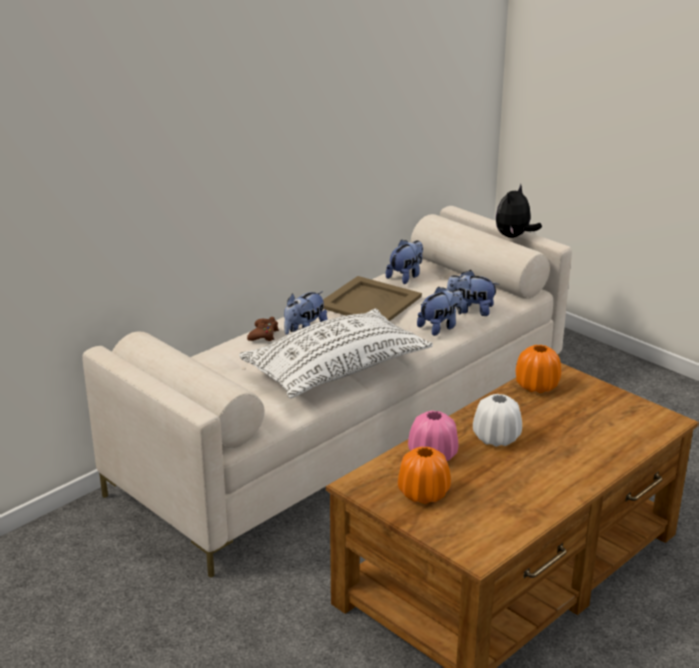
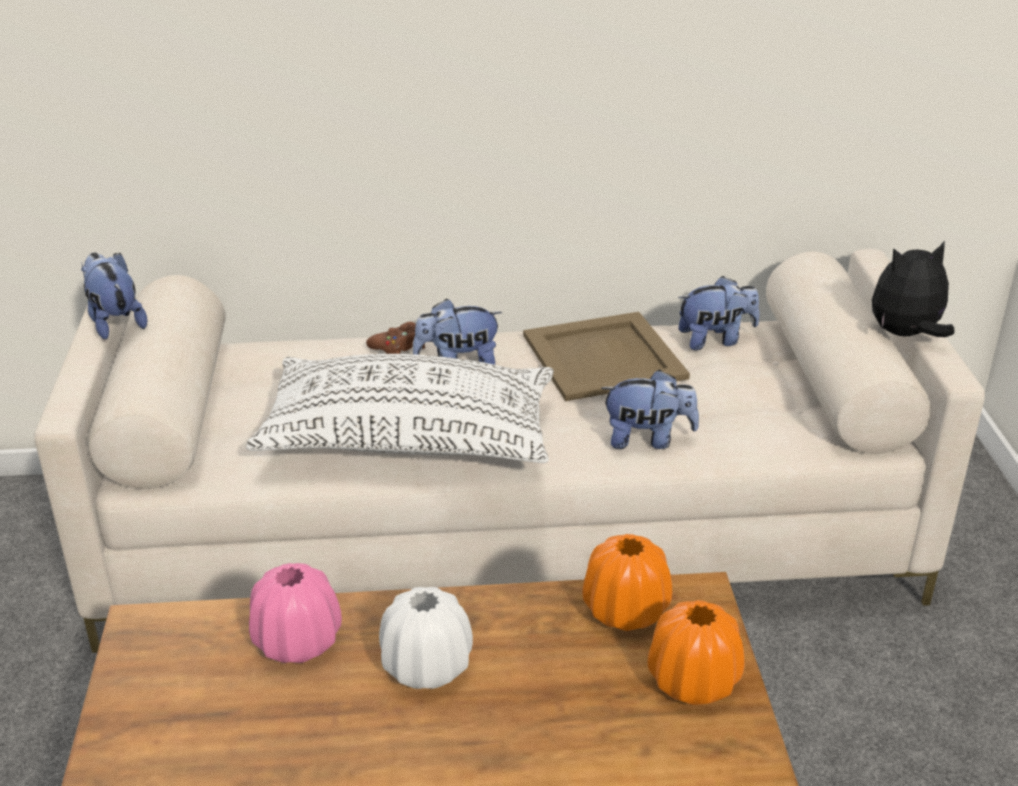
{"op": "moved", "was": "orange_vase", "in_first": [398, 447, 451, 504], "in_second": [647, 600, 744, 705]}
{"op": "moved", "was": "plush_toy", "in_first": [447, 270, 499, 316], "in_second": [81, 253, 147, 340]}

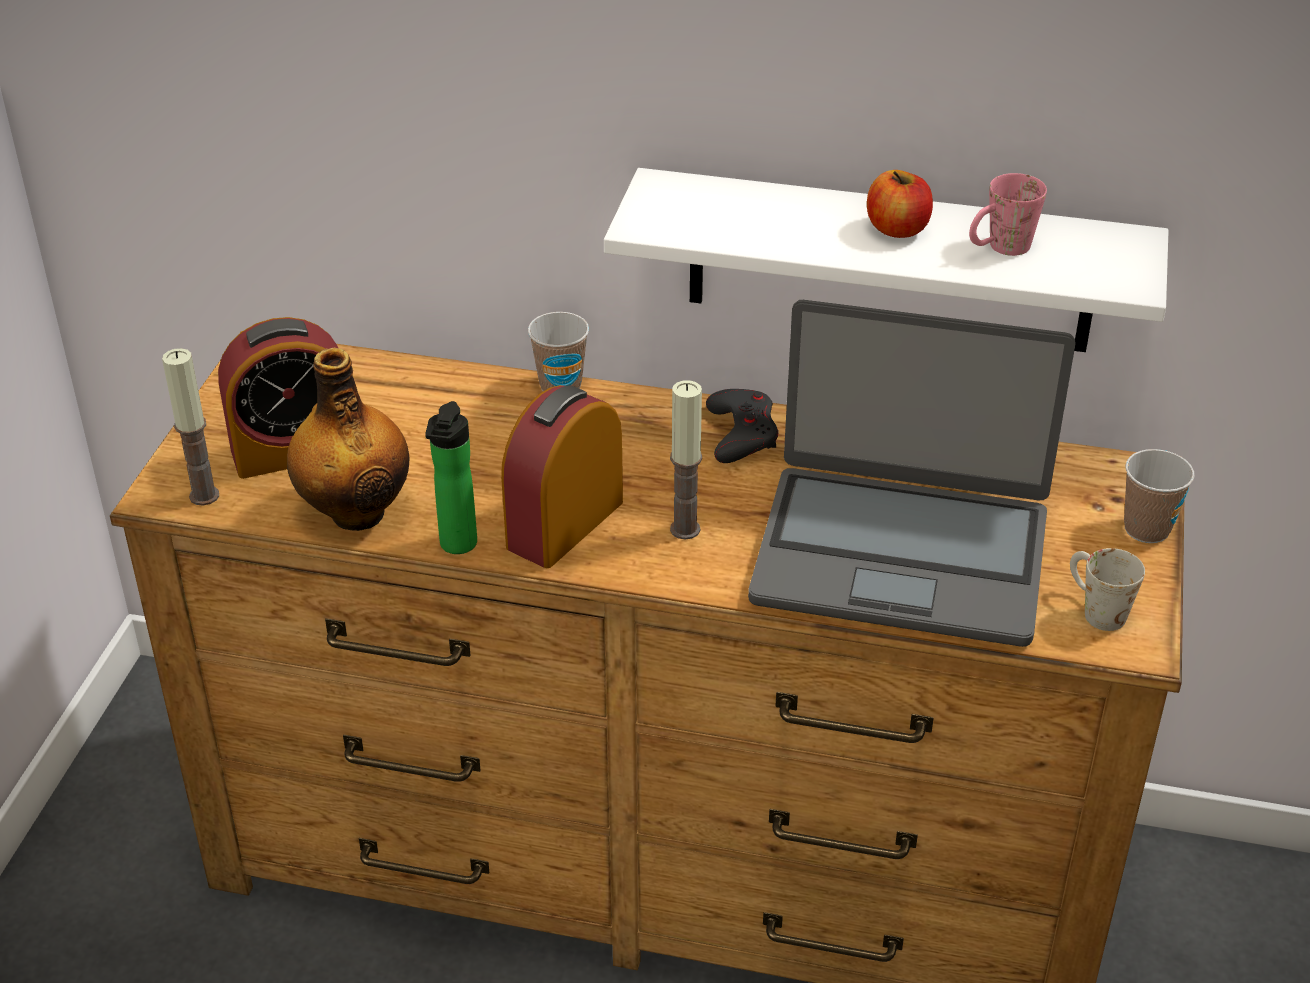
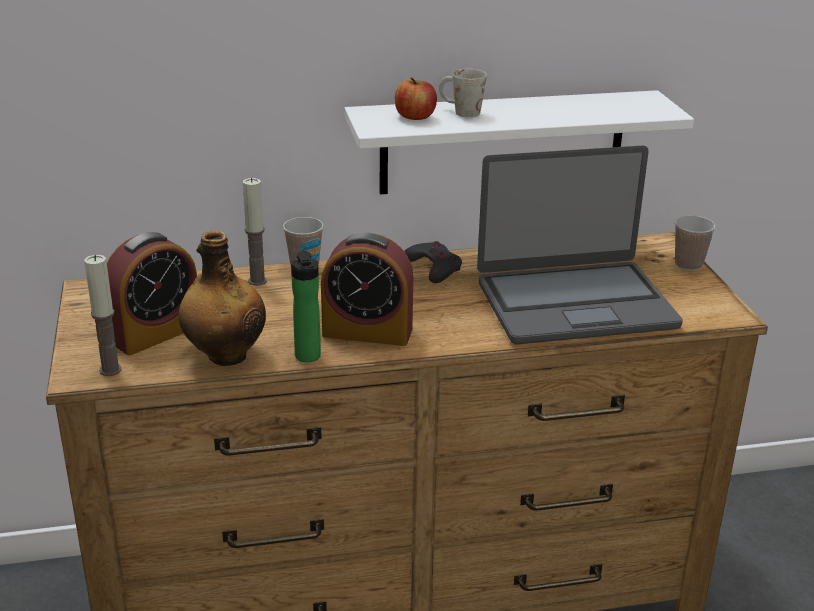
{"op": "turned", "was": "alarm_clock", "in_first": [501, 385, 623, 568], "in_second": [321, 233, 413, 346], "clockwise": -90}
{"op": "moved", "was": "candle", "in_first": [670, 380, 702, 540], "in_second": [243, 178, 267, 286]}
{"op": "moved", "was": "apple", "in_first": [867, 170, 933, 238], "in_second": [395, 78, 437, 120]}
{"op": "removed", "was": "pink_mug", "in_first": [969, 173, 1047, 256]}
{"op": "moved", "was": "white_mug", "in_first": [1070, 548, 1145, 631], "in_second": [439, 69, 487, 117]}

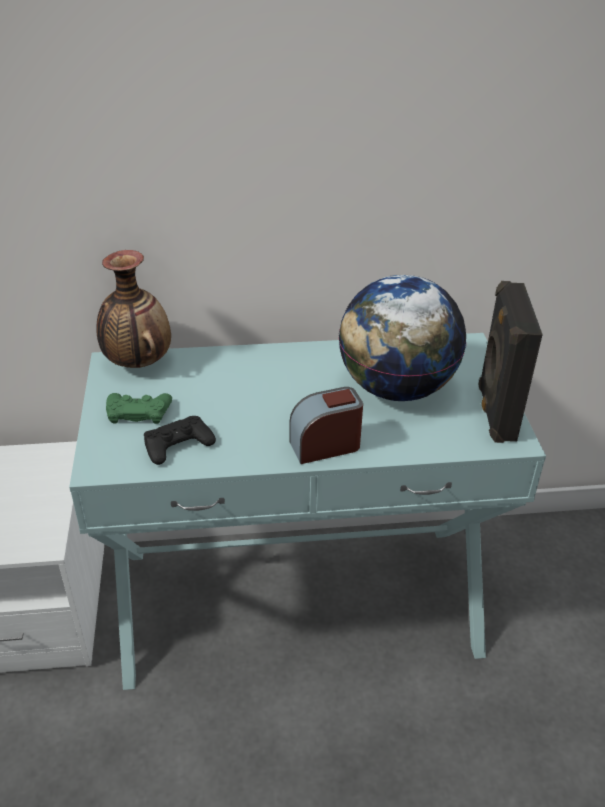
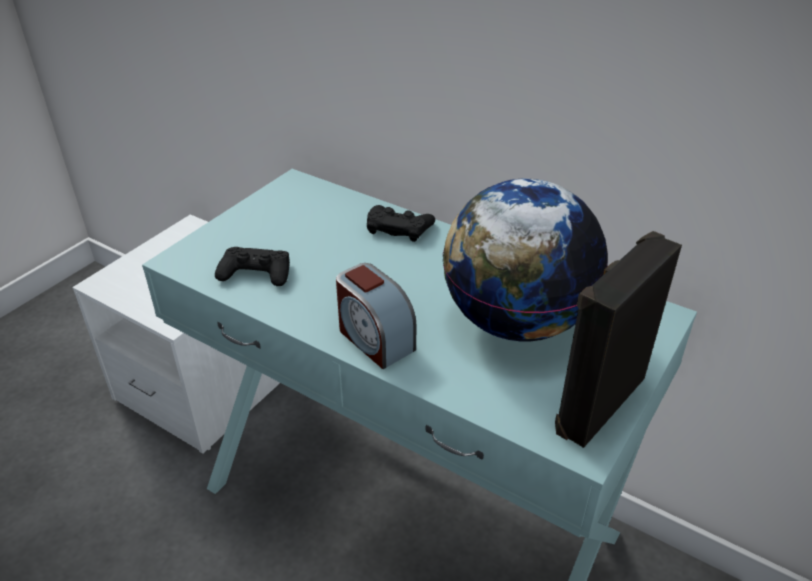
{"op": "removed", "was": "vase", "in_first": [97, 250, 171, 368]}
{"op": "removed", "was": "green_game_controller", "in_first": [106, 393, 172, 424]}
{"op": "turned", "was": "alarm_clock", "in_first": [290, 387, 363, 464], "in_second": [336, 263, 416, 369], "clockwise": -150}
{"op": "added", "now": "black_game_controller", "in_second": [367, 205, 435, 242]}

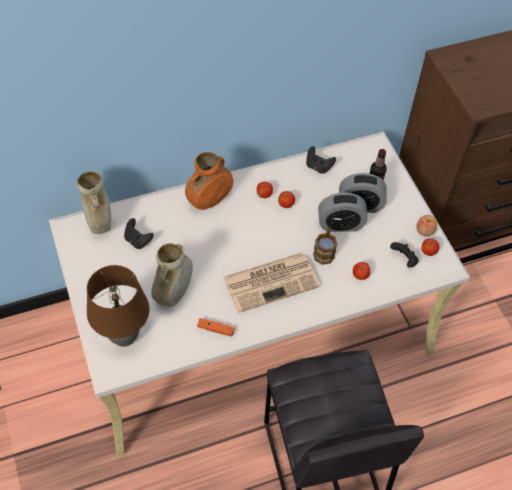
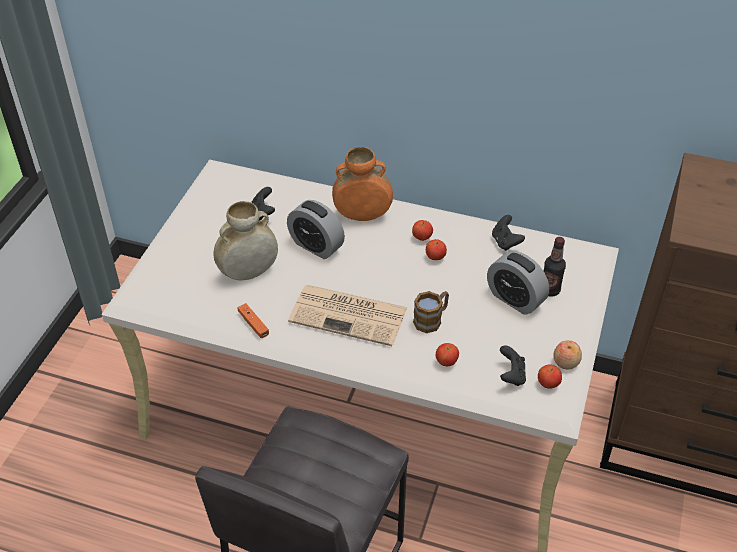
{"op": "removed", "was": "beige_vase", "in_first": [77, 171, 111, 234]}
{"op": "removed", "was": "brown_table_lamp", "in_first": [87, 265, 150, 347]}
{"op": "moved", "was": "alarm_clock", "in_first": [318, 193, 368, 232], "in_second": [287, 200, 345, 259]}

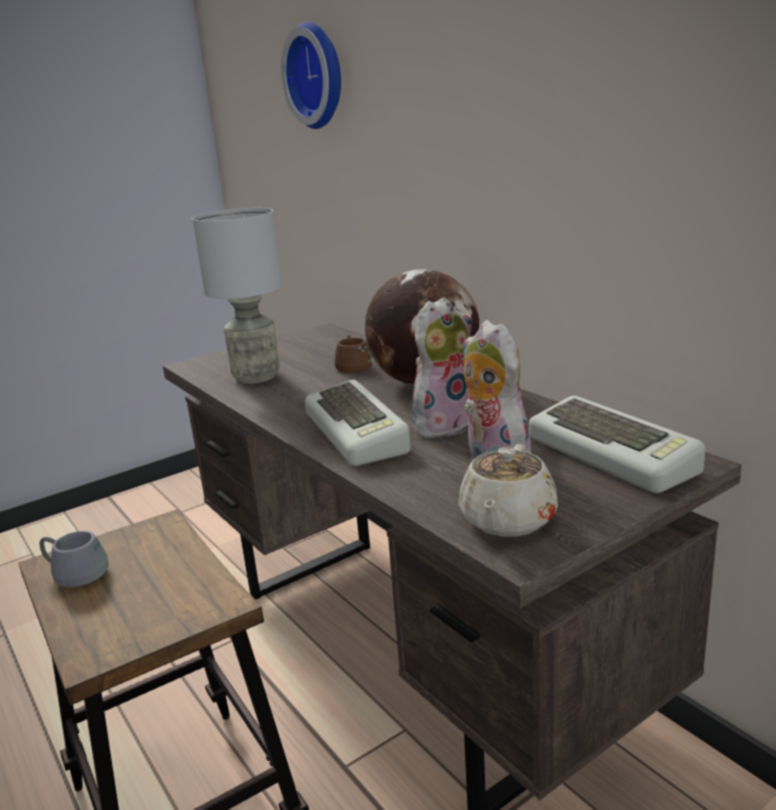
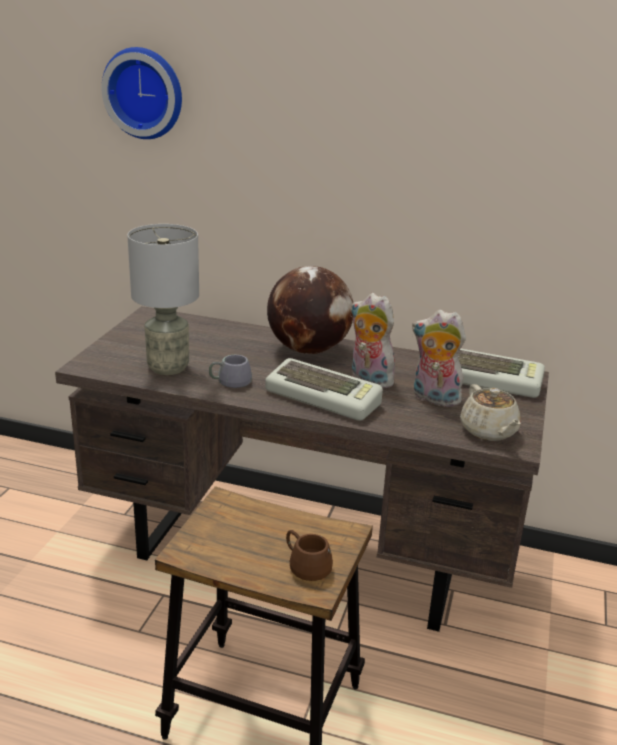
{"op": "moved", "was": "grey_mug", "in_first": [39, 531, 109, 587], "in_second": [209, 355, 252, 388]}
{"op": "moved", "was": "brown_mug", "in_first": [335, 334, 375, 373], "in_second": [286, 530, 333, 581]}
{"op": "turned", "was": "plush_toy", "in_first": [412, 297, 472, 440], "in_second": [351, 293, 395, 388], "clockwise": -60}

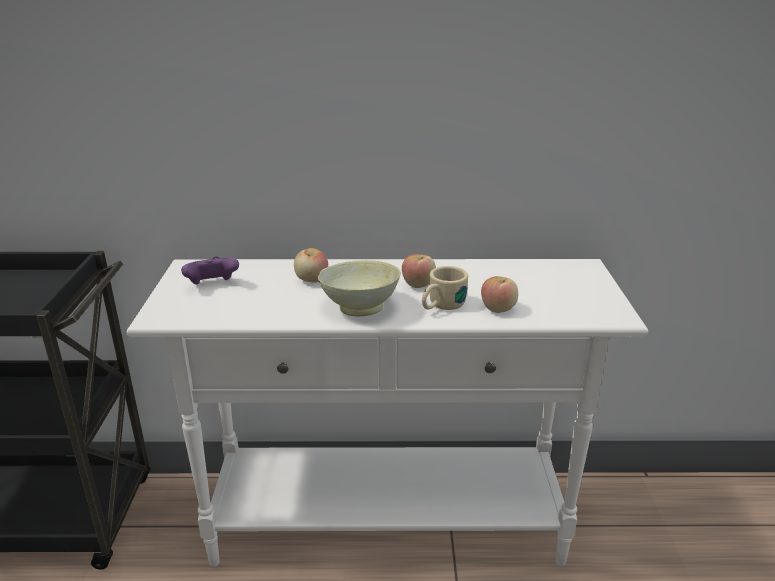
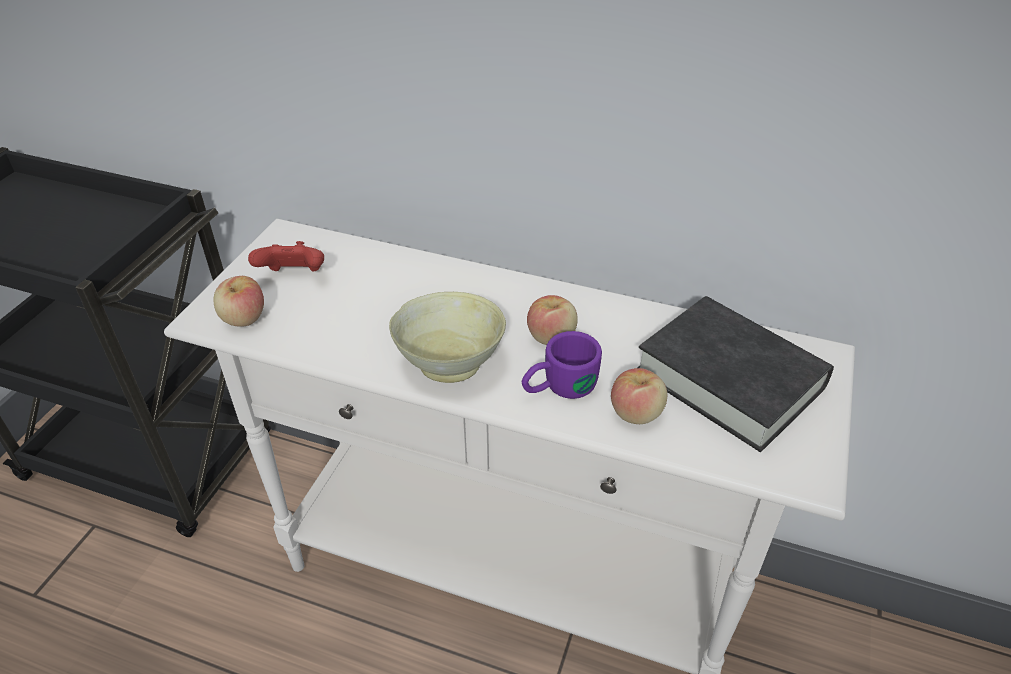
{"op": "recoloured", "was": "purple_game_controller", "now": "red_game_controller", "in_first": [181, 256, 239, 284], "in_second": [248, 241, 324, 272]}
{"op": "moved", "was": "apple", "in_first": [294, 248, 328, 283], "in_second": [214, 276, 264, 327]}
{"op": "recoloured", "was": "beige_mug", "now": "purple_mug", "in_first": [422, 266, 468, 310], "in_second": [522, 331, 602, 399]}
{"op": "added", "now": "black_book", "in_second": [637, 296, 834, 452]}

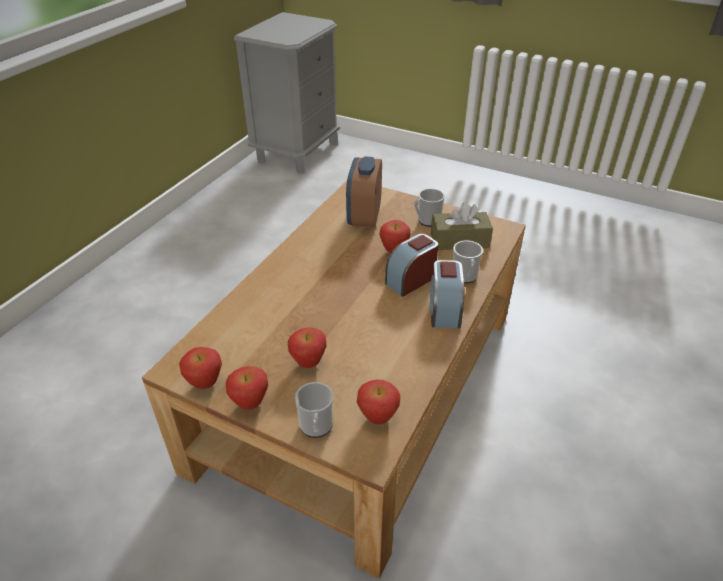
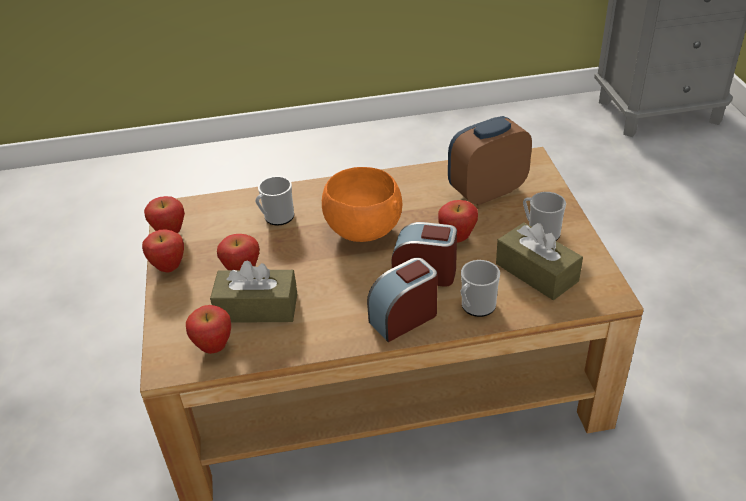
{"op": "moved", "was": "mug", "in_first": [295, 382, 333, 438], "in_second": [255, 176, 294, 226]}
{"op": "added", "now": "brown_tissue_box", "in_second": [210, 261, 297, 323]}
{"op": "added", "now": "orange_bowl", "in_second": [322, 167, 402, 242]}

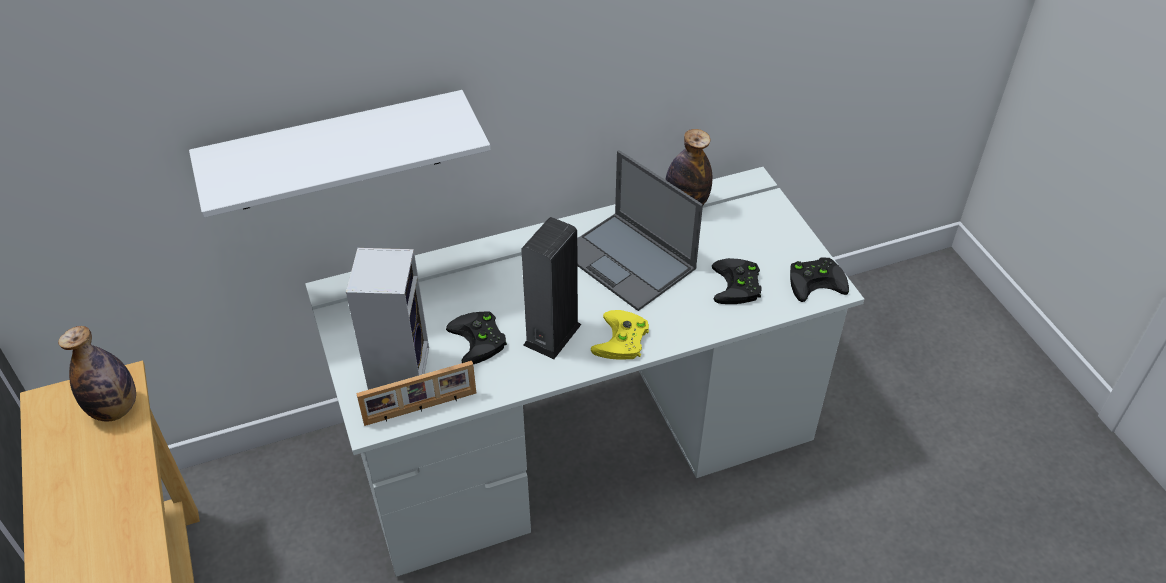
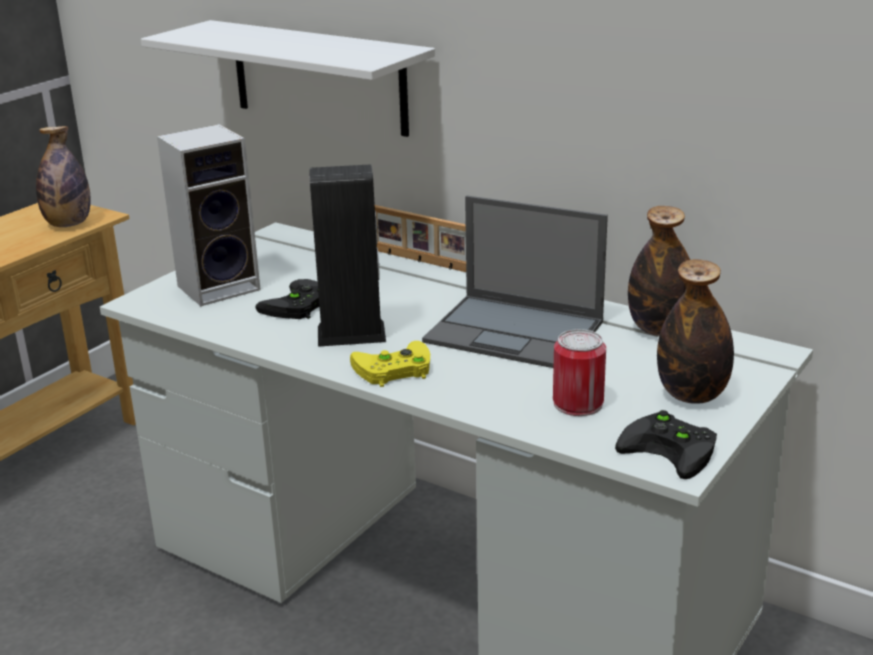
{"op": "moved", "was": "picture_frame", "in_first": [356, 361, 476, 426], "in_second": [375, 205, 466, 272]}
{"op": "turned", "was": "laptop", "in_first": [577, 150, 703, 311], "in_second": [422, 195, 608, 368], "clockwise": -75}
{"op": "replaced", "was": "black_game_controller", "now": "can", "in_first": [711, 258, 762, 304], "in_second": [553, 329, 606, 416]}
{"op": "added", "now": "bottle", "in_second": [657, 259, 734, 404]}

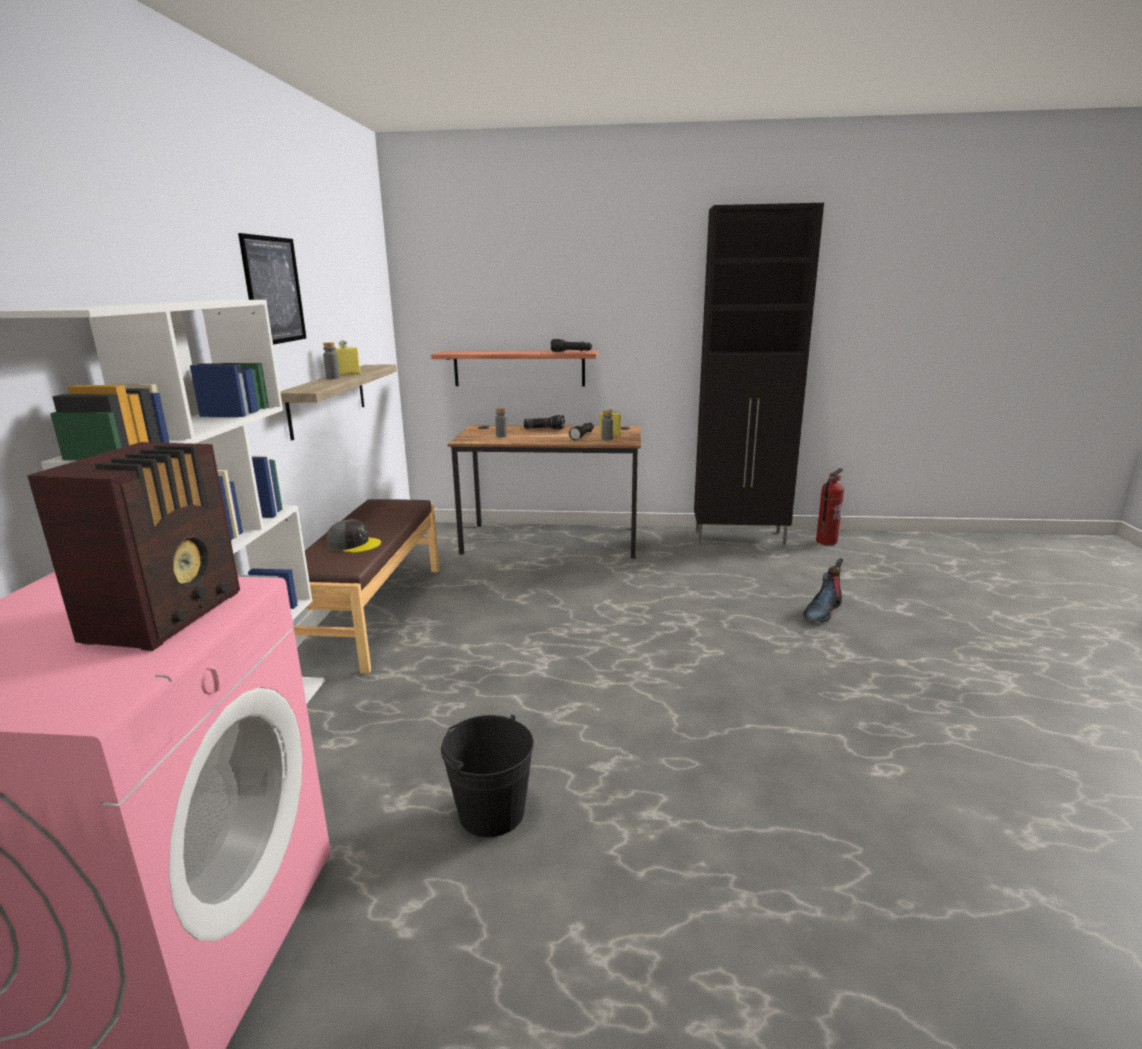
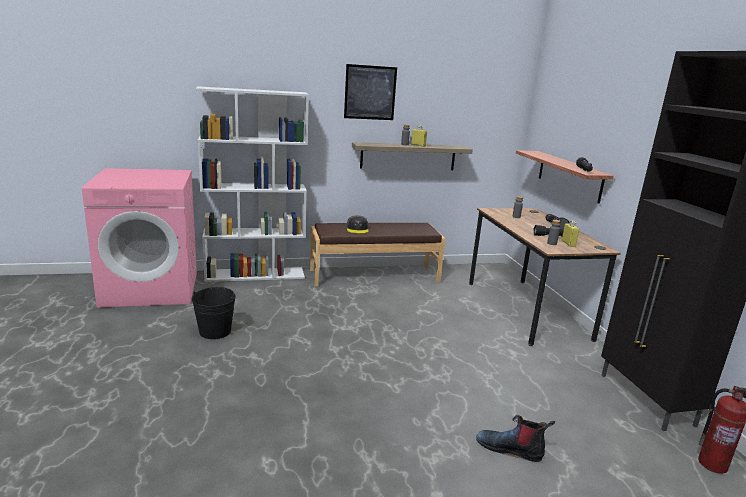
{"op": "removed", "was": "radio", "in_first": [27, 442, 240, 651]}

